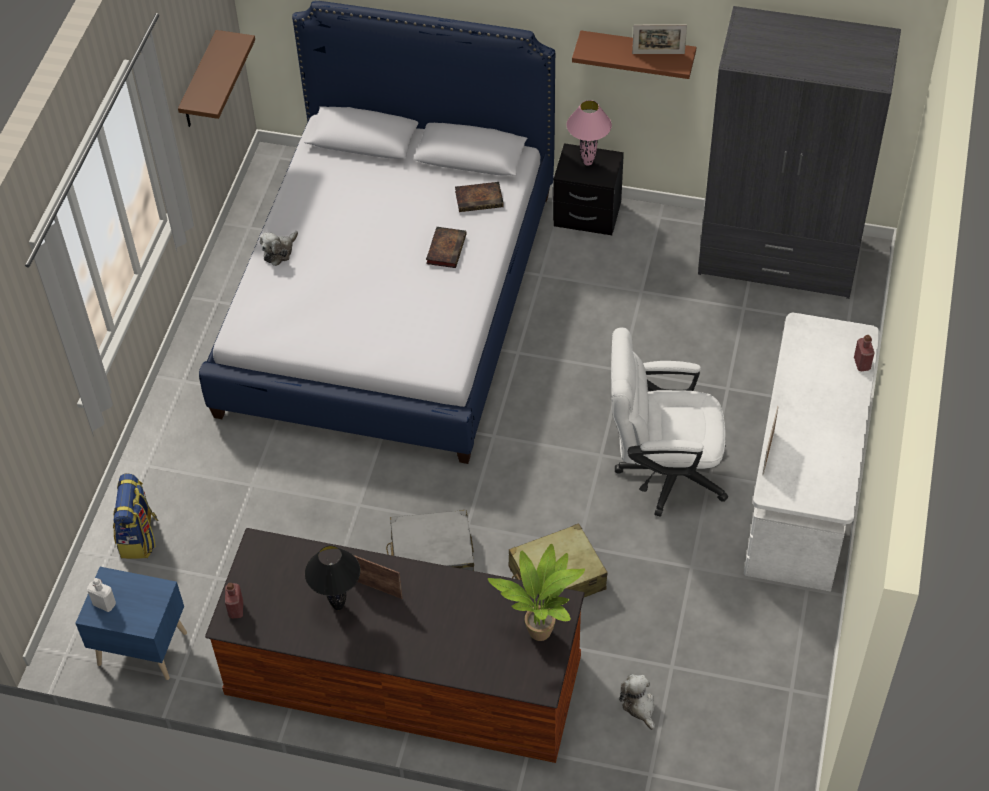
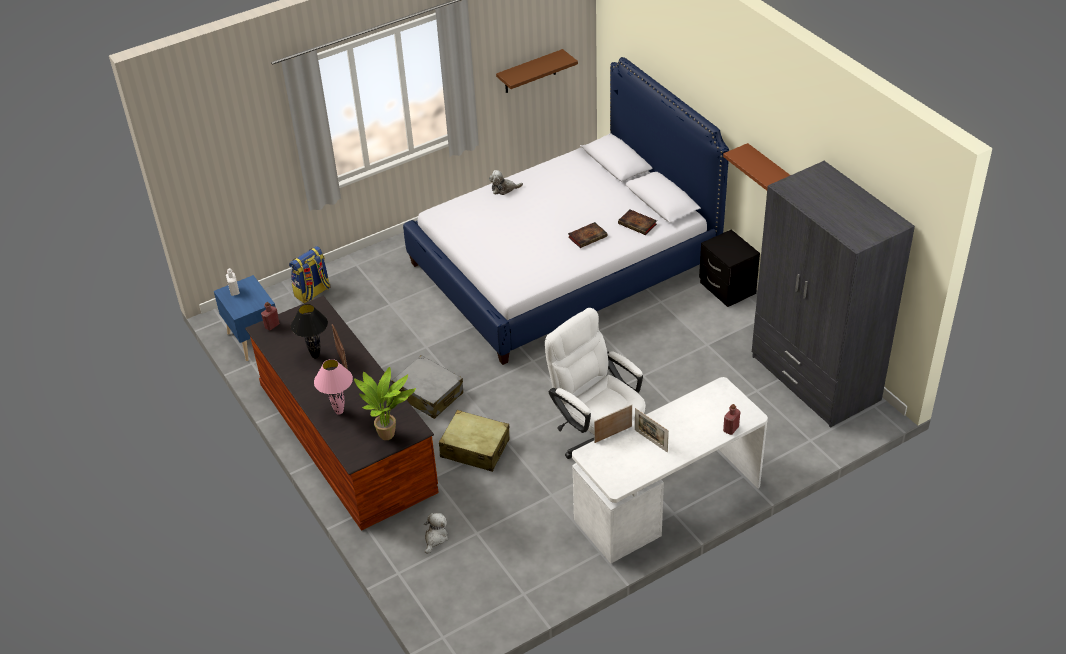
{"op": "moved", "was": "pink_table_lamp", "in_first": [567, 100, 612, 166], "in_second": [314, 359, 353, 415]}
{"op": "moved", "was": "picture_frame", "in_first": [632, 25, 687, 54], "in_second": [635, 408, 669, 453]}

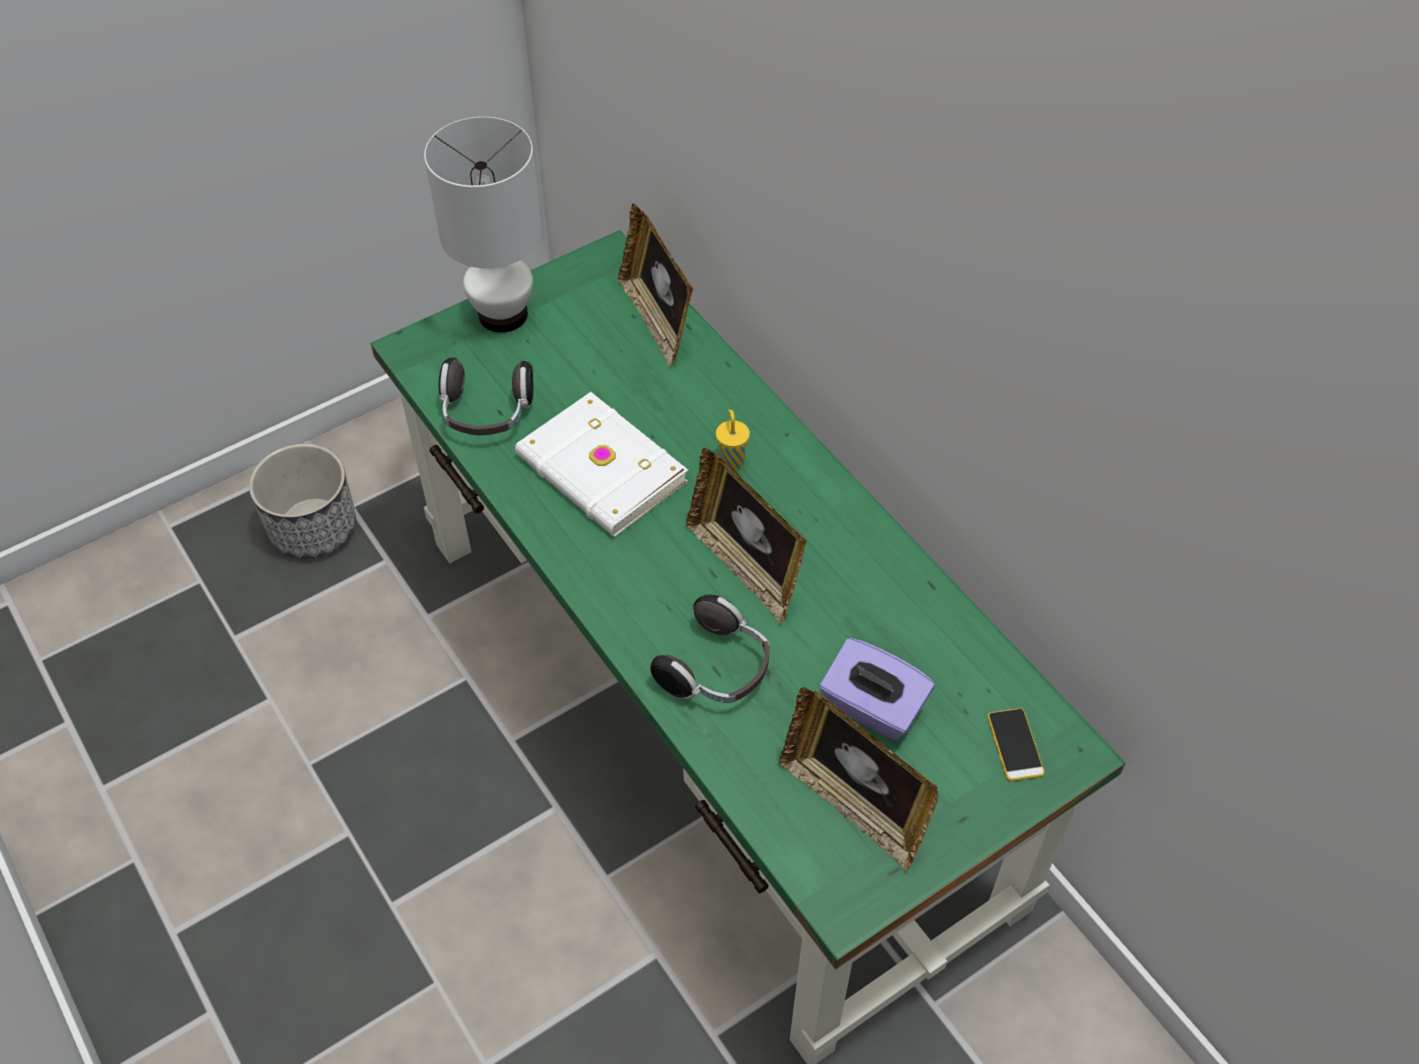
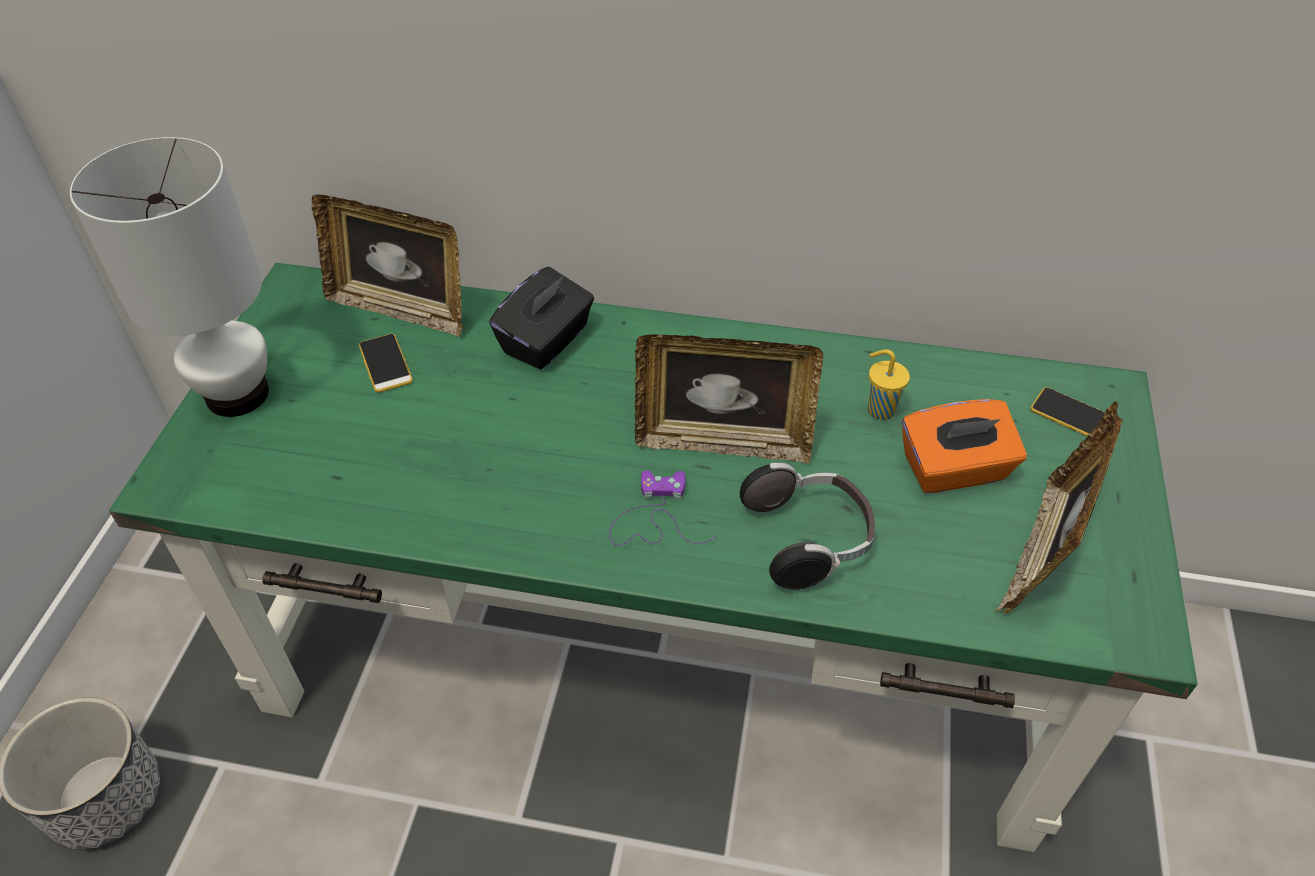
{"op": "removed", "was": "headphones", "in_first": [439, 357, 534, 435]}
{"op": "removed", "was": "white_book", "in_first": [515, 392, 688, 537]}
{"op": "moved", "was": "yellow_cup", "in_first": [716, 410, 750, 470], "in_second": [868, 349, 910, 420]}
{"op": "turned", "was": "picture_frame", "in_first": [780, 686, 938, 872], "in_second": [993, 401, 1122, 613], "clockwise": 120}
{"op": "recoloured", "was": "purple_tissue_box", "now": "orange_tissue_box", "in_first": [820, 638, 935, 741], "in_second": [902, 399, 1027, 493]}
{"op": "added", "now": "phone", "in_second": [359, 334, 413, 393]}
{"op": "added", "now": "black_tissue_box", "in_second": [489, 267, 594, 370]}
{"op": "added", "now": "purple_game_controller", "in_second": [609, 470, 716, 545]}

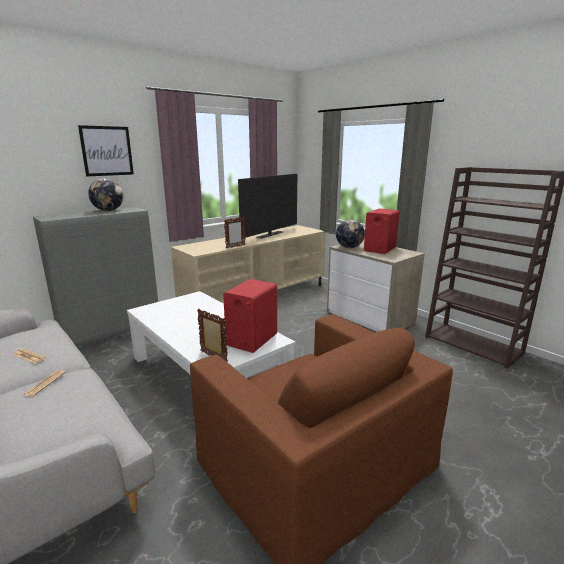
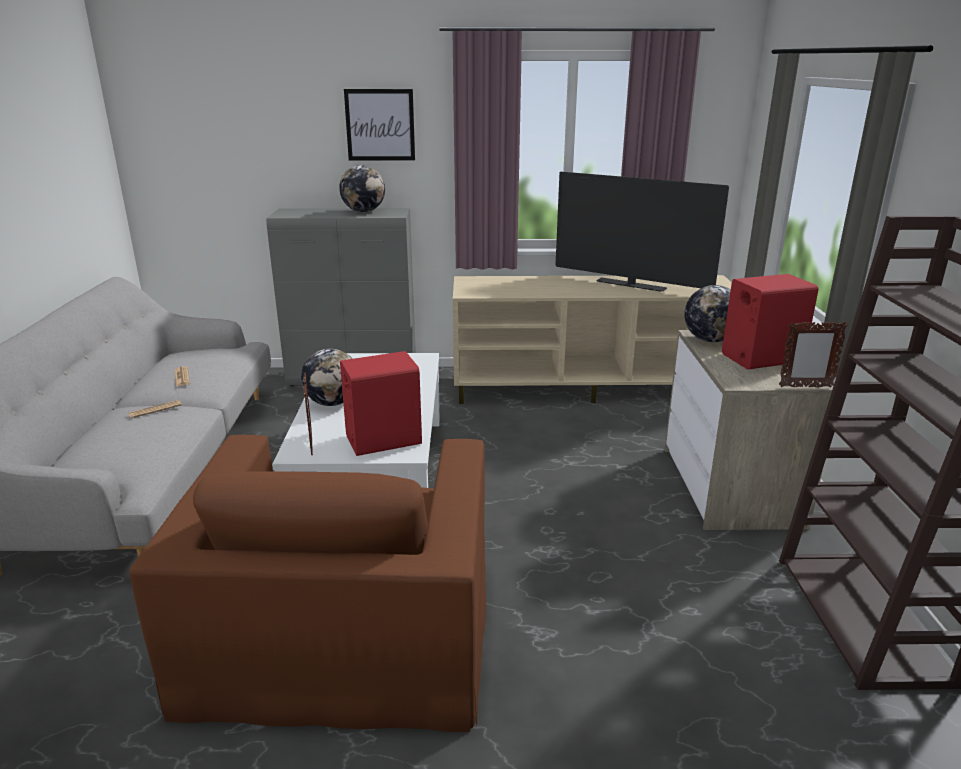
{"op": "moved", "was": "picture_frame", "in_first": [224, 217, 245, 248], "in_second": [779, 321, 848, 388]}
{"op": "turned", "was": "television", "in_first": [238, 174, 297, 239], "in_second": [555, 172, 729, 292], "clockwise": 45}
{"op": "added", "now": "globe", "in_second": [301, 349, 352, 406]}

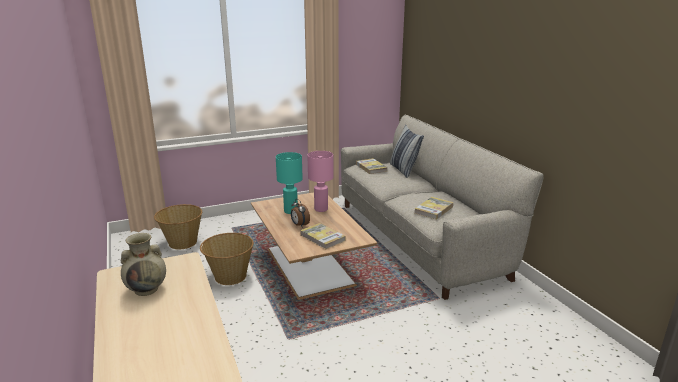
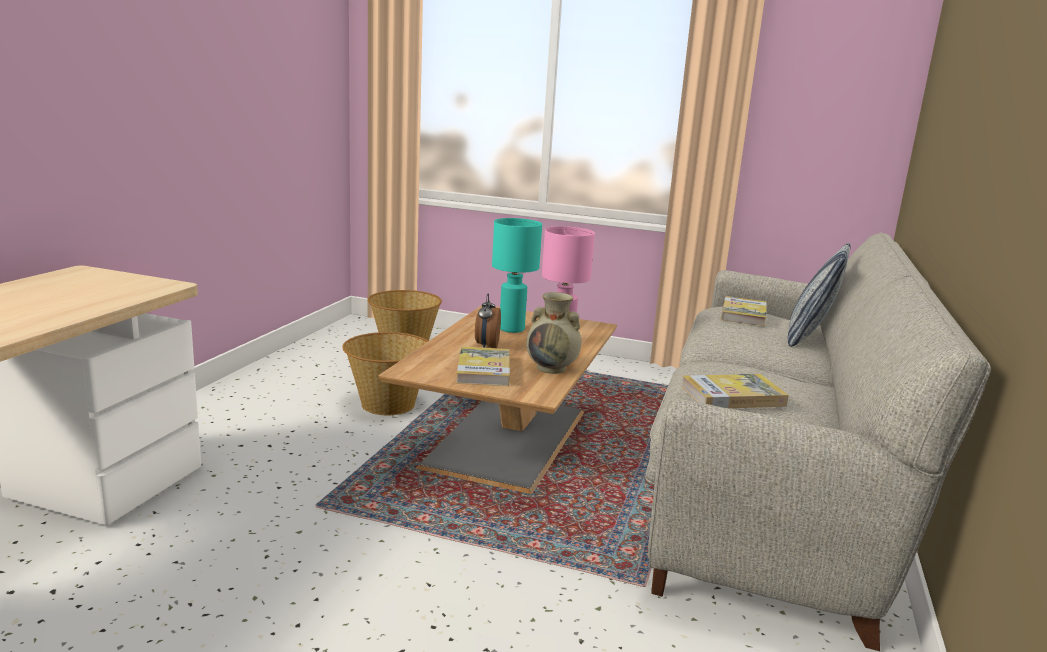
{"op": "moved", "was": "beige_vase", "in_first": [121, 233, 166, 296], "in_second": [526, 292, 581, 374]}

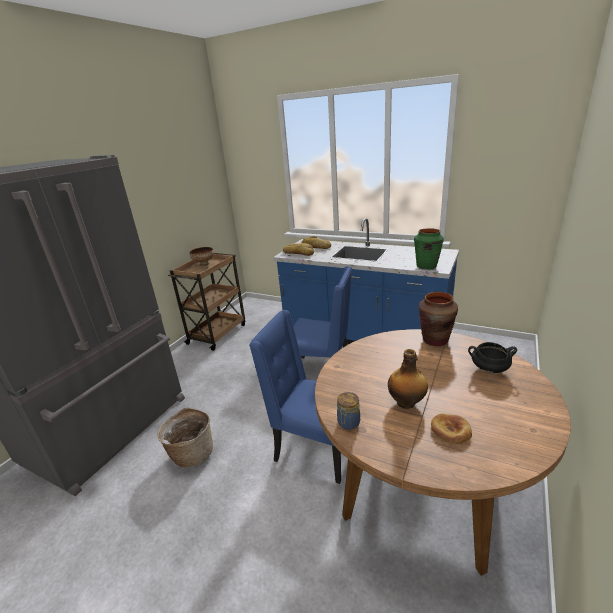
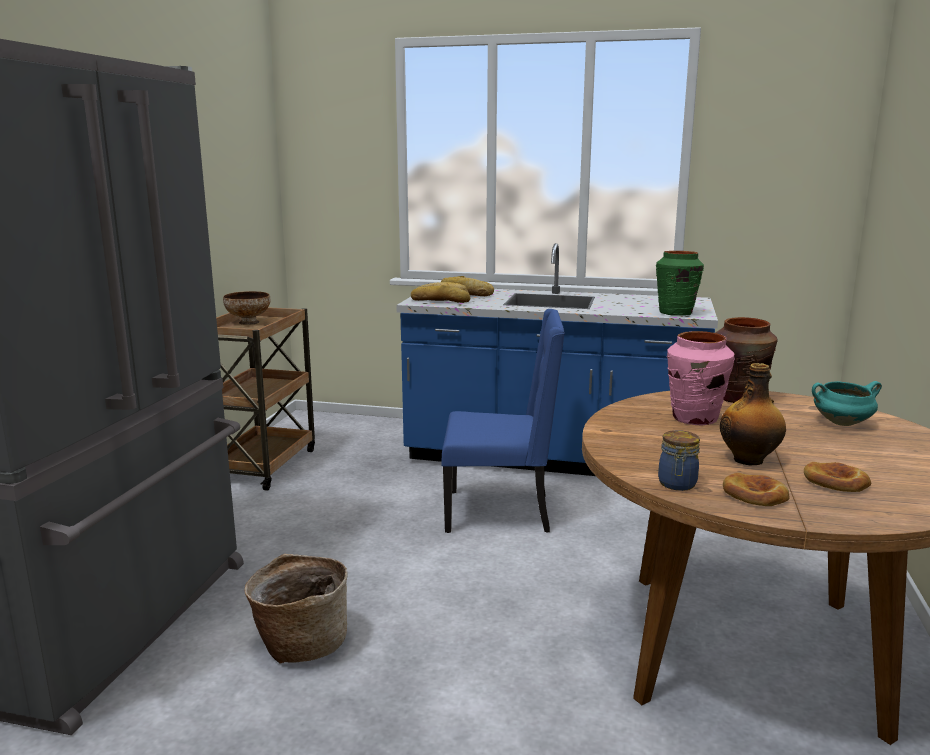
{"op": "removed", "was": "blue_chair", "in_first": [249, 310, 341, 484]}
{"op": "recoloured", "was": "black_cooking_pot", "now": "turquoise_cooking_pot", "in_first": [468, 342, 517, 374], "in_second": [812, 381, 882, 426]}
{"op": "added", "now": "pink_vase", "in_second": [667, 331, 735, 425]}
{"op": "added", "now": "bread", "in_second": [723, 473, 790, 506]}

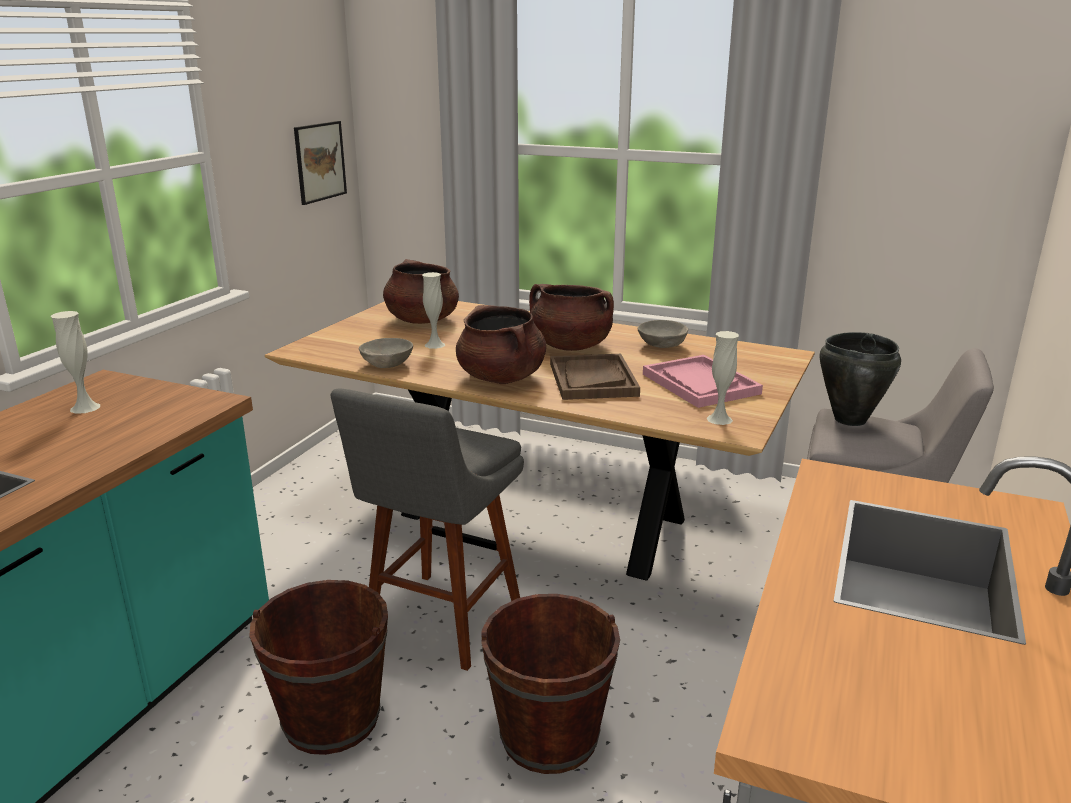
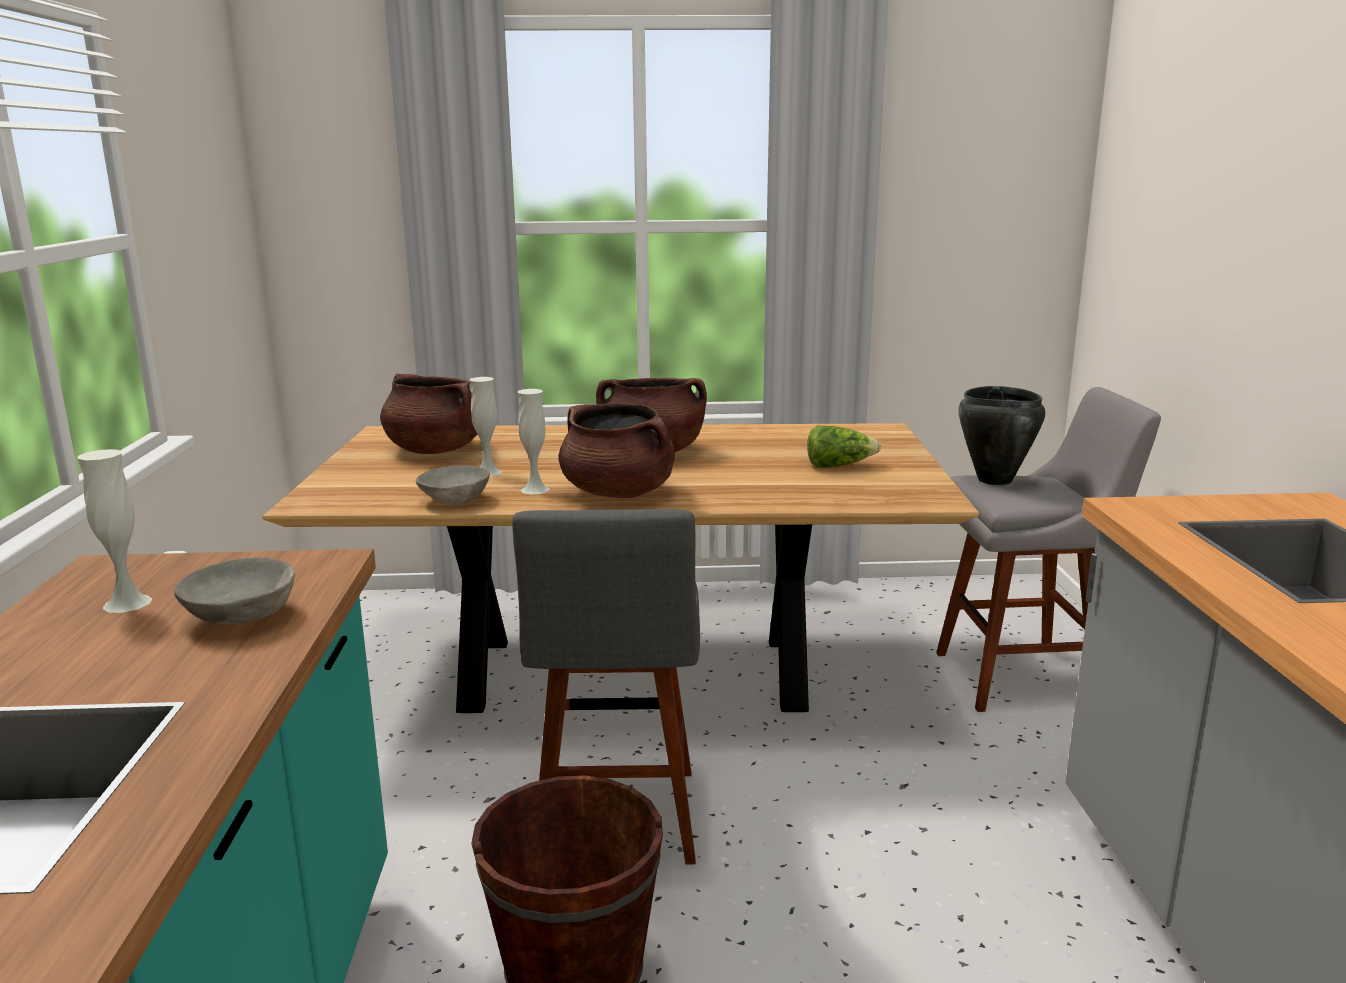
{"op": "removed", "was": "picture", "in_first": [294, 121, 347, 205]}
{"op": "removed", "was": "brown_bucket", "in_first": [482, 594, 620, 774]}
{"op": "removed", "was": "brown_tray", "in_first": [550, 354, 640, 400]}
{"op": "moved", "was": "grey_bowl", "in_first": [638, 320, 688, 348], "in_second": [174, 557, 295, 625]}
{"op": "replaced", "was": "pink_tray", "now": "lettuce", "in_first": [643, 355, 763, 408], "in_second": [807, 426, 881, 468]}
{"op": "moved", "was": "white_vase", "in_first": [706, 331, 739, 425], "in_second": [518, 389, 550, 494]}

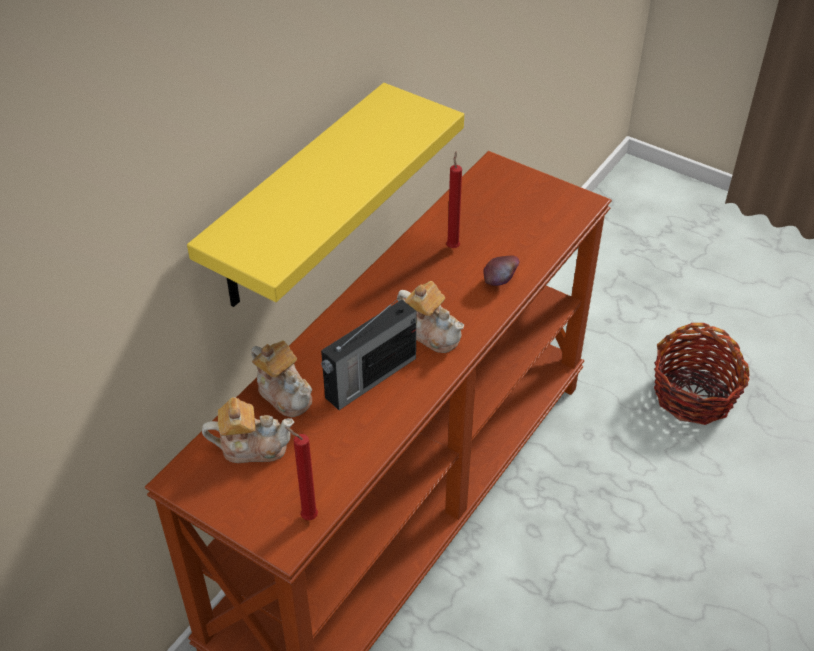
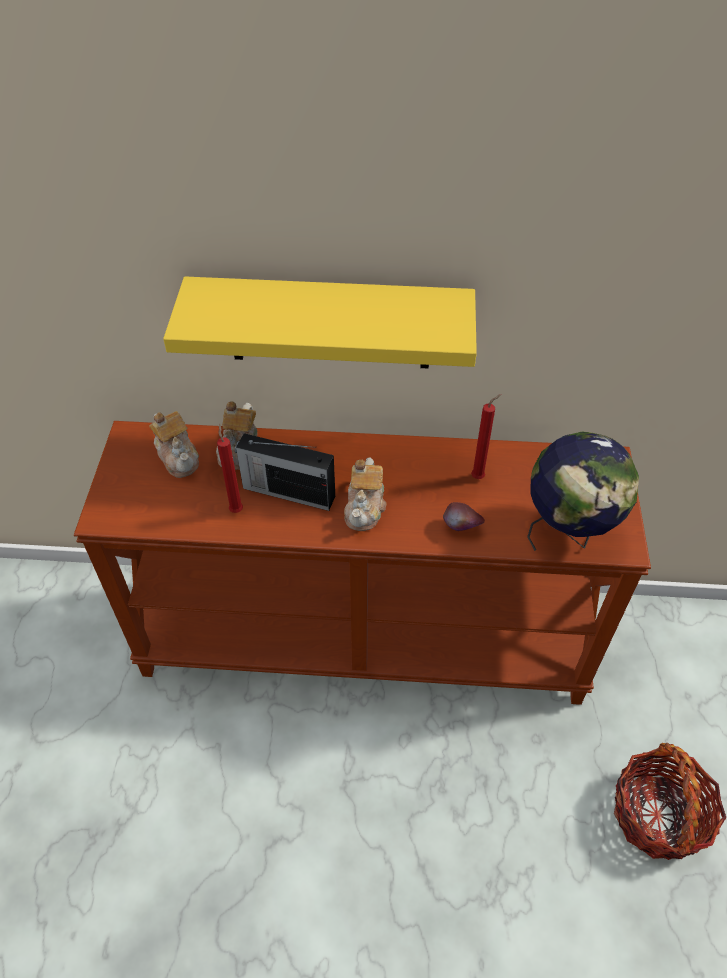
{"op": "moved", "was": "red_candle", "in_first": [285, 427, 318, 520], "in_second": [217, 424, 243, 513]}
{"op": "added", "now": "globe", "in_second": [527, 431, 639, 551]}

